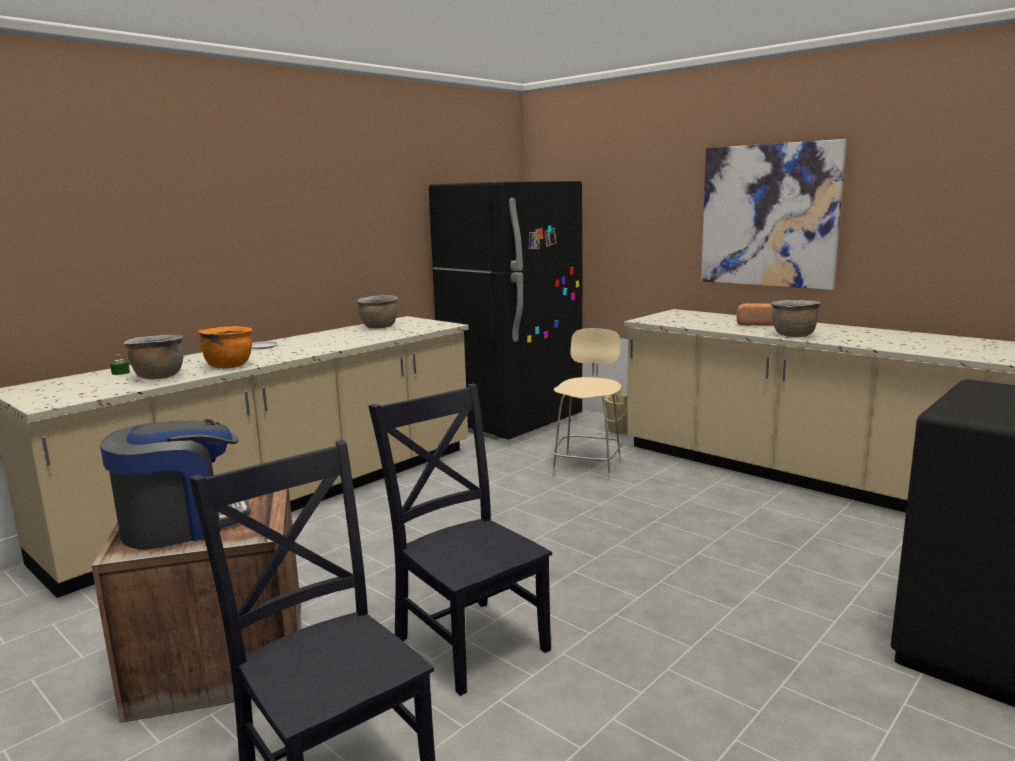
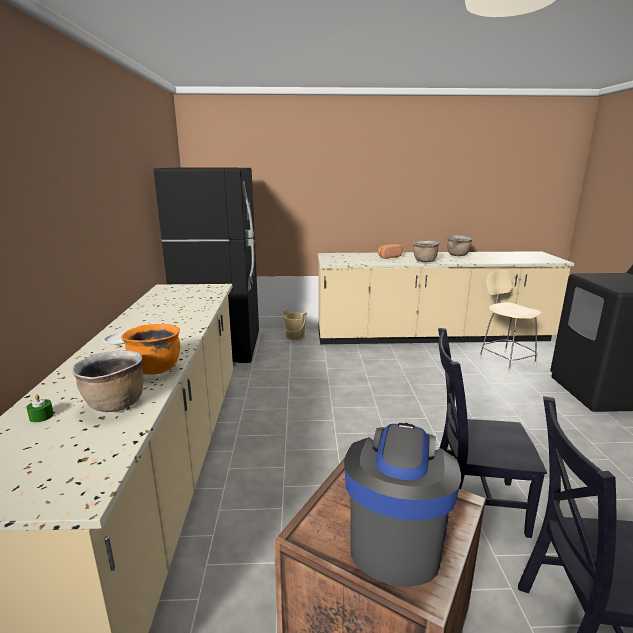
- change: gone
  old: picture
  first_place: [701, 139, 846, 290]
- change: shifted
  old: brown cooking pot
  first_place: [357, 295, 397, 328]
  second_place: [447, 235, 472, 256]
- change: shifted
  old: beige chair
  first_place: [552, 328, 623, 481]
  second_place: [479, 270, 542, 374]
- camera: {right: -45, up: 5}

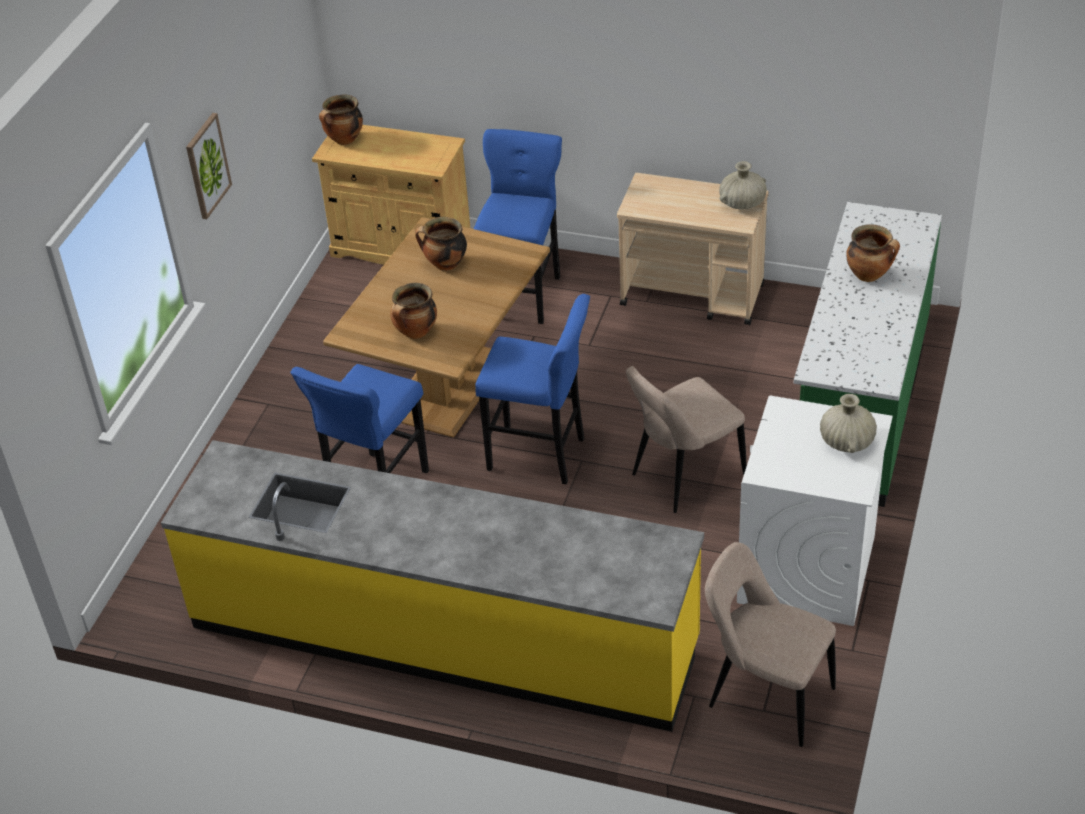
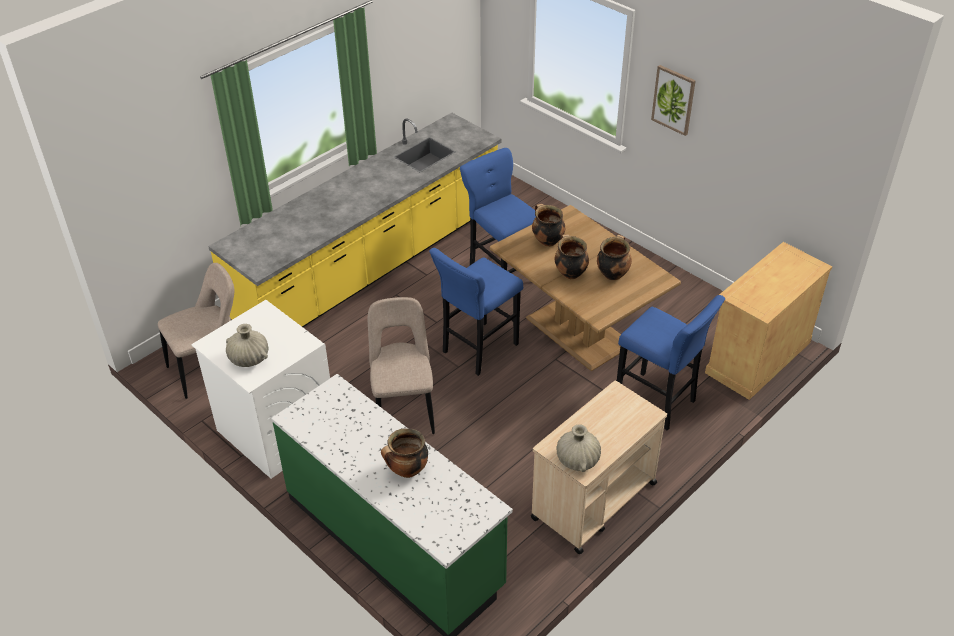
- change: shifted
  old: cooking pot
  first_place: [319, 94, 363, 145]
  second_place: [555, 234, 589, 279]
- camera: {right: 115, up: 0}

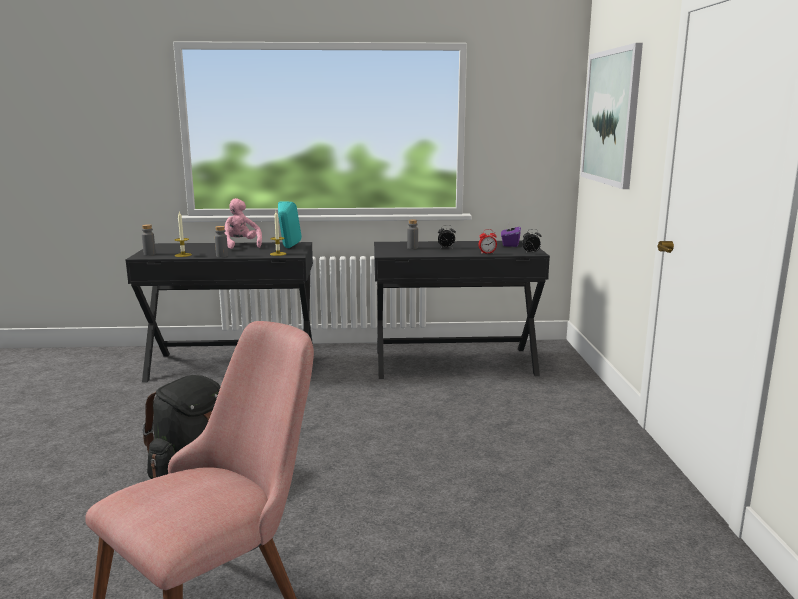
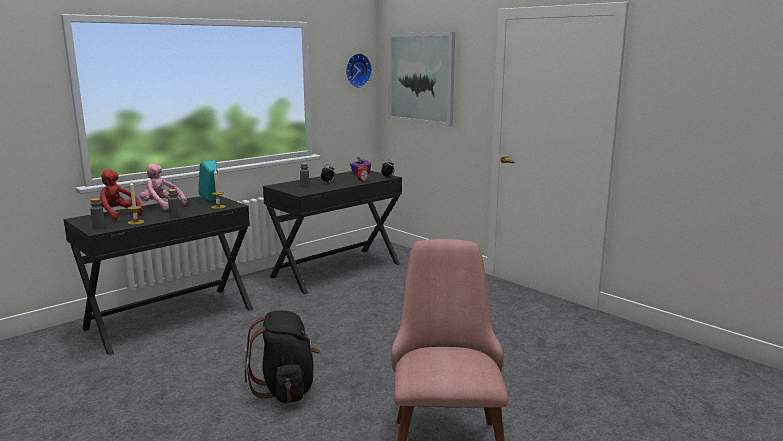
- change: new
  new: red plush toy
  second_place: [100, 169, 143, 220]
- change: new
  new: wall clock
  second_place: [346, 53, 372, 87]
- camera: {right: -40, up: 0}

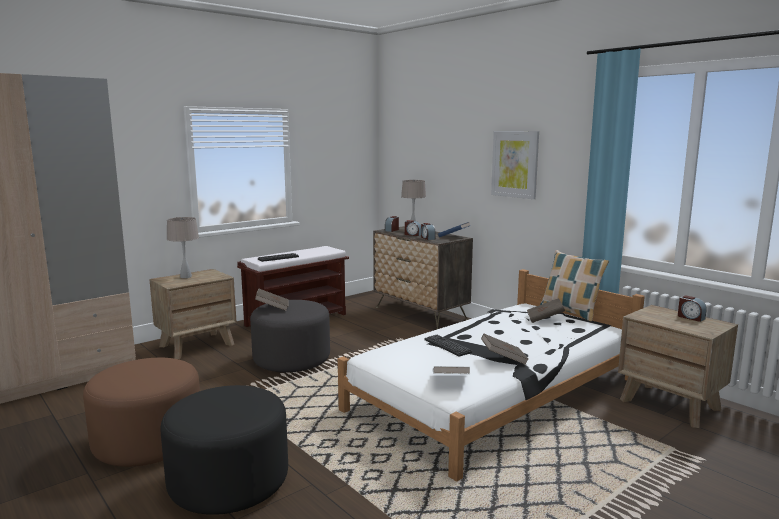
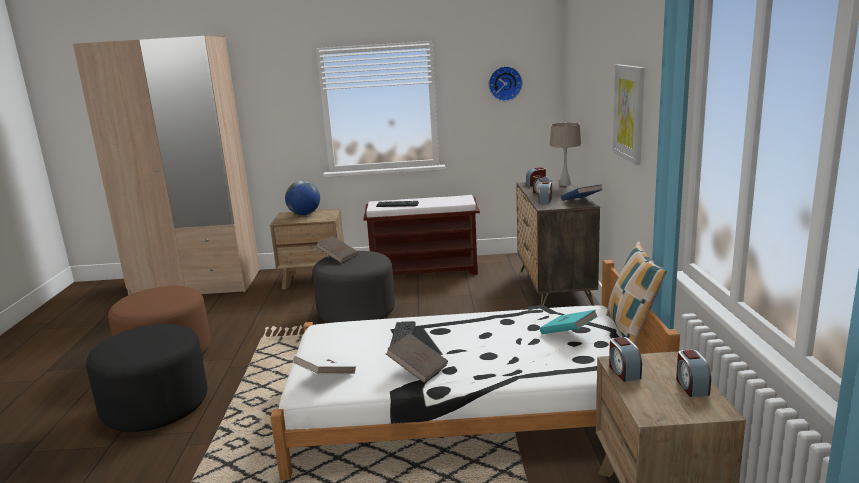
- change: new
  new: wall clock
  second_place: [489, 66, 523, 101]
- change: new
  new: alarm clock
  second_place: [609, 337, 642, 382]
- change: swapped
  old: beige table lamp
  new: globe
  first_place: [167, 217, 199, 278]
  second_place: [285, 181, 320, 215]
- change: repainted
  old: brown book
  new: turquoise book
  first_place: [527, 298, 565, 323]
  second_place: [540, 310, 598, 334]
- camera: {right: 40, up: 5}

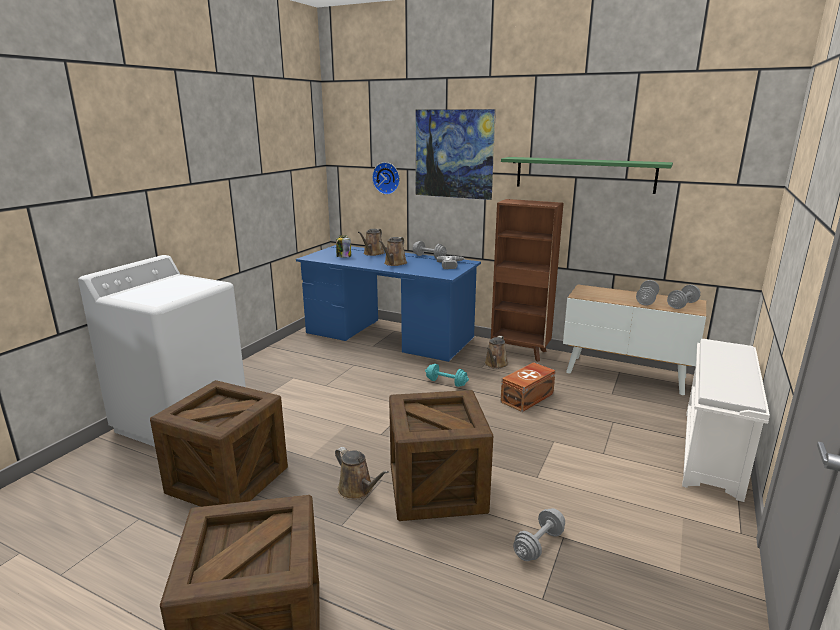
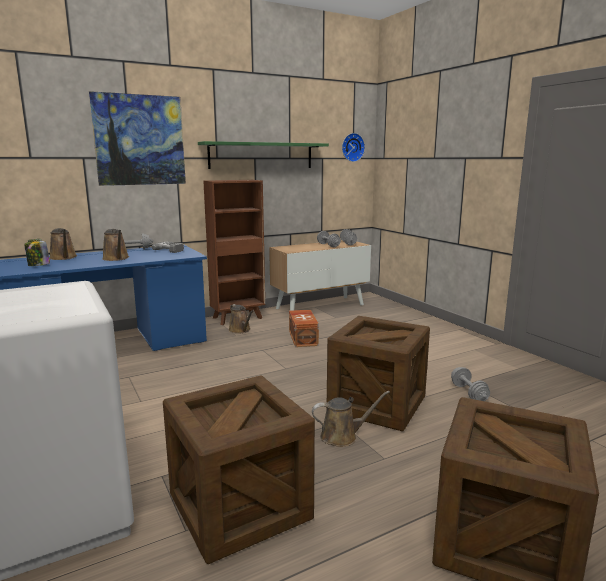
- change: gone
  old: turquoise dumbbell
  first_place: [425, 364, 469, 387]
- change: gone
  old: white shoe rack
  first_place: [682, 339, 770, 502]
- change: shifted
  old: wall clock
  first_place: [372, 162, 400, 195]
  second_place: [342, 133, 365, 162]
- camera: {right: -55, up: -5}

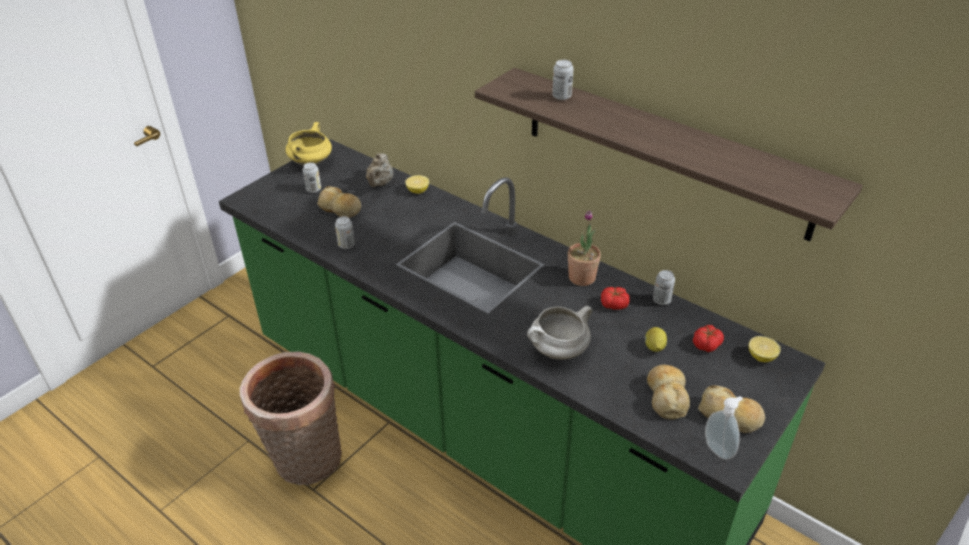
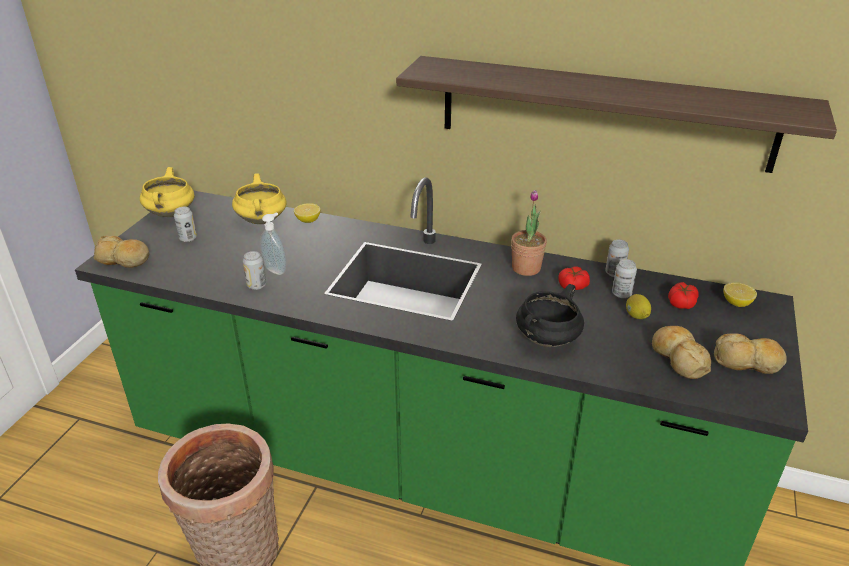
- change: shifted
  old: bread
  first_place: [317, 186, 361, 218]
  second_place: [93, 236, 149, 268]
- change: shifted
  old: can
  first_place: [552, 60, 574, 100]
  second_place: [612, 259, 637, 298]
- change: shifted
  old: soap dispenser
  first_place: [705, 396, 743, 460]
  second_place: [260, 213, 287, 275]
- change: swapped
  old: beige teapot
  new: yellow cooking pot
  first_place: [366, 153, 393, 187]
  second_place: [232, 173, 287, 224]
- change: repainted
  old: white cooking pot
  new: black cooking pot
  first_place: [527, 306, 592, 359]
  second_place: [516, 284, 584, 347]
- camera: {right: -20, up: -5}

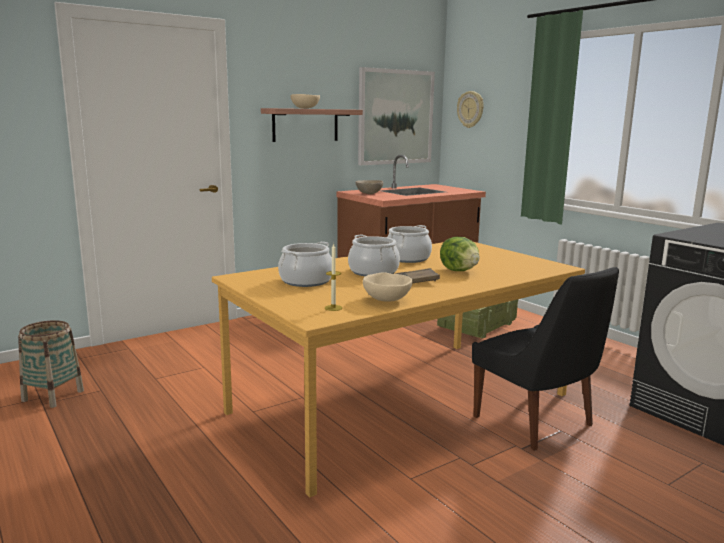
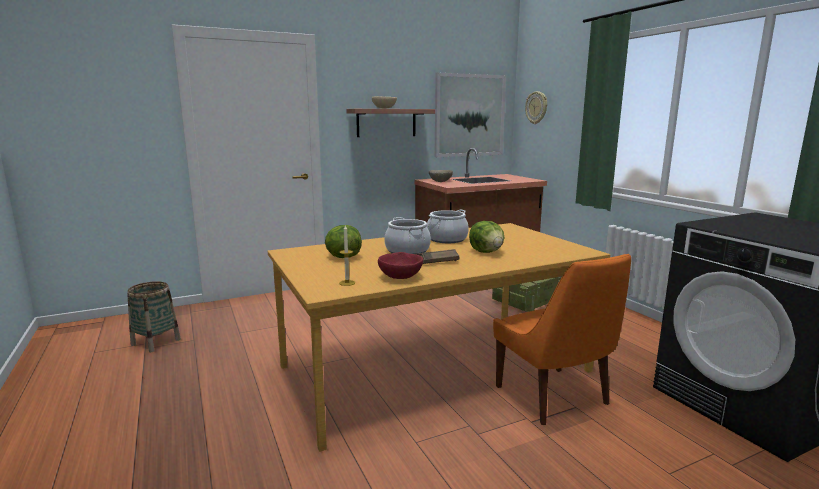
- change: swapped
  old: cooking pot
  new: lettuce
  first_place: [278, 242, 332, 287]
  second_place: [325, 225, 362, 258]
- change: repainted
  old: beige bowl
  new: red bowl
  first_place: [363, 272, 413, 302]
  second_place: [378, 252, 423, 279]
- change: repainted
  old: black chair
  new: orange chair
  first_place: [472, 267, 619, 451]
  second_place: [493, 254, 631, 425]
- camera: {right: 10, up: 0}

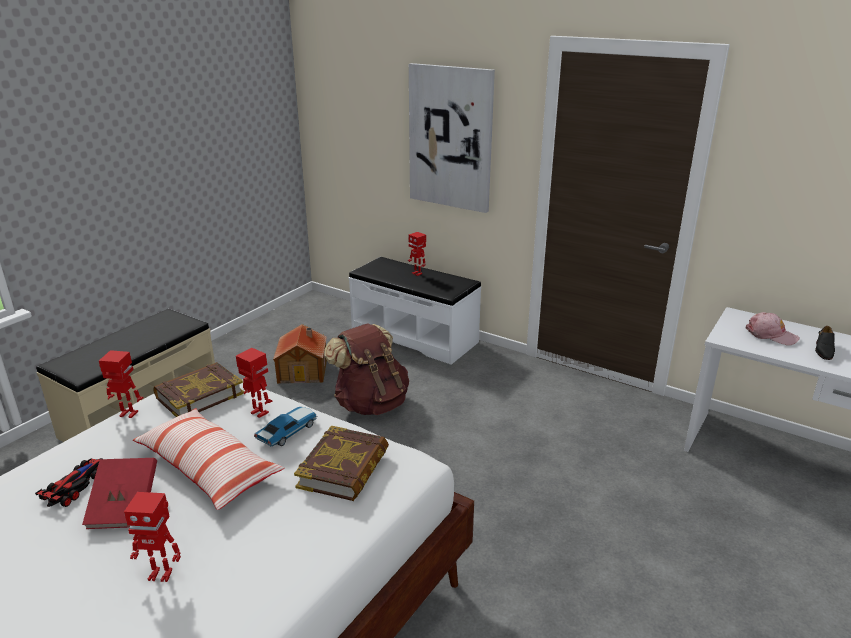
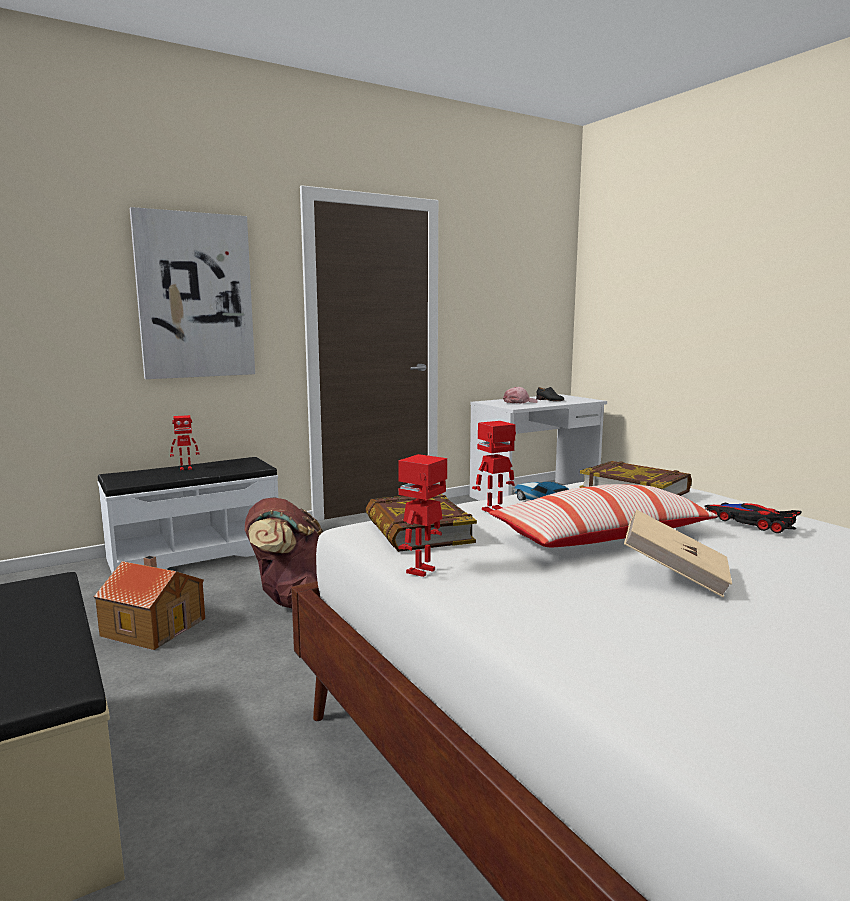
- change: gone
  old: toy robot
  first_place: [124, 492, 181, 582]
- change: shifted
  old: toy car
  first_place: [35, 458, 103, 507]
  second_place: [704, 503, 802, 533]
- change: repainted
  old: red book
  new: beige book
  first_place: [82, 458, 157, 529]
  second_place: [624, 510, 732, 597]
- camera: {right: -65, up: -15}

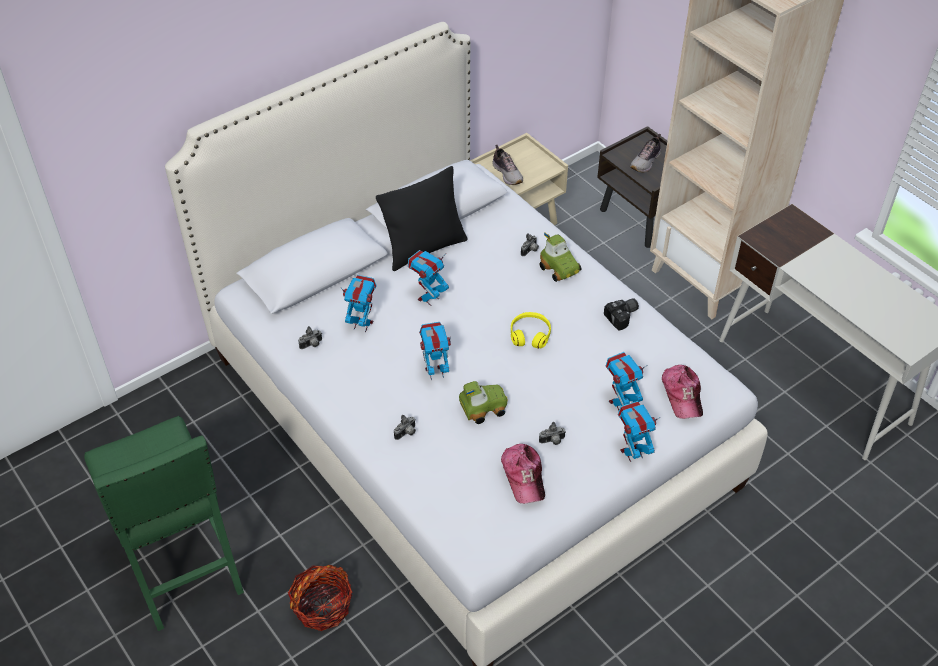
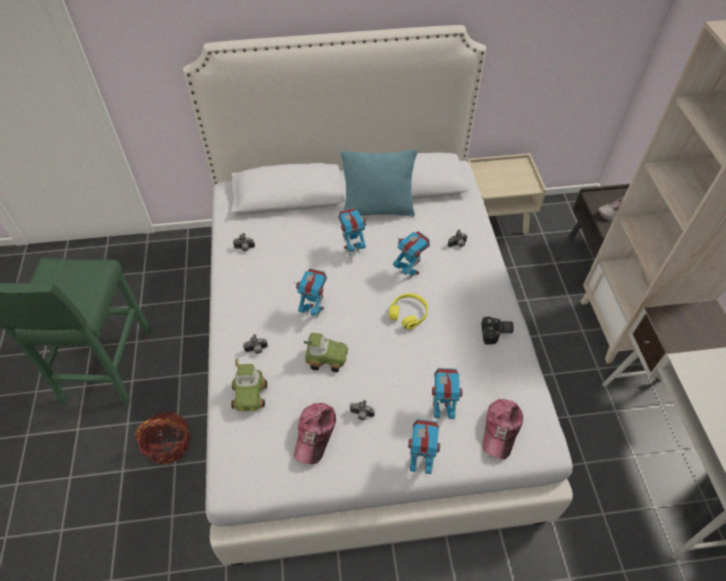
- change: gone
  old: shoe
  first_place: [492, 145, 523, 185]
- change: shifted
  old: toy robot
  first_place: [340, 275, 377, 332]
  second_place: [393, 231, 430, 279]
- change: shifted
  old: toy car
  first_place: [540, 232, 581, 282]
  second_place: [231, 358, 267, 411]
- change: repainted
  old: black pillow
  new: turquoise pillow
  first_place: [376, 166, 468, 271]
  second_place: [341, 149, 417, 217]
- camera: {right: 30, up: 5}

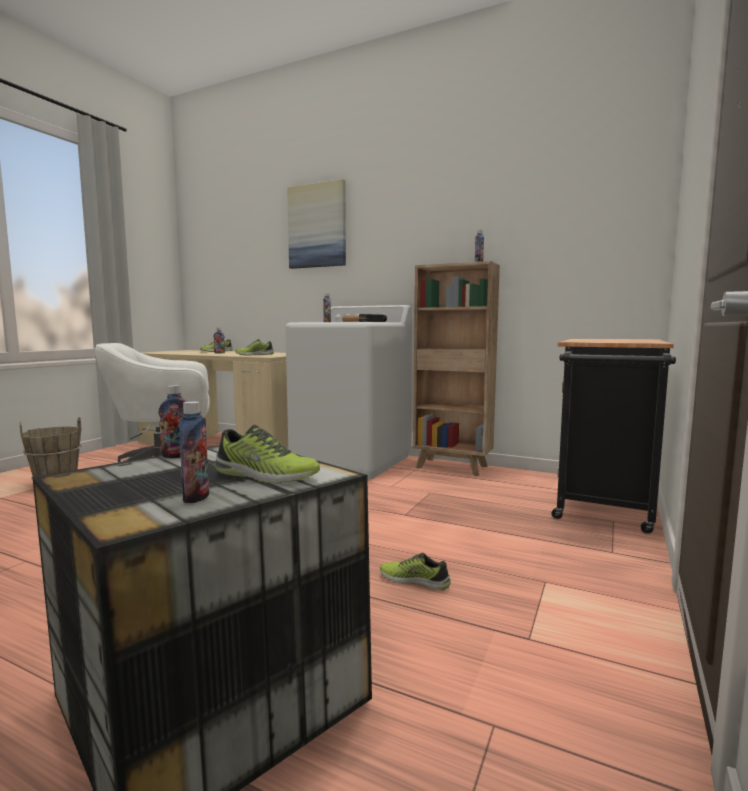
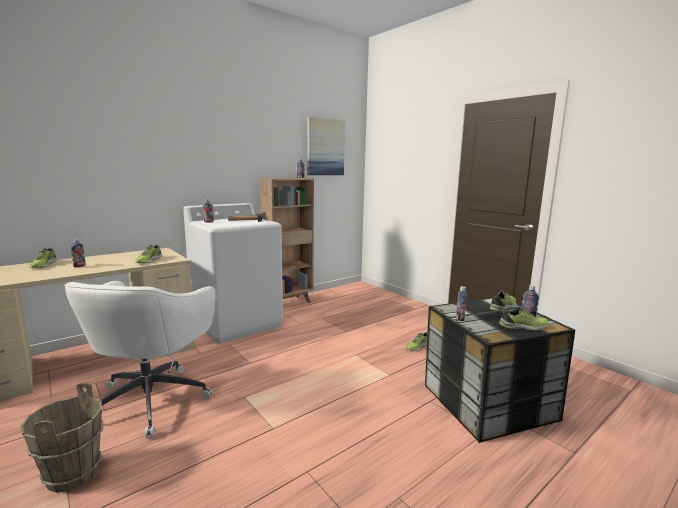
- change: gone
  old: black cart
  first_place: [551, 339, 676, 534]
- change: new
  new: shoe
  second_place: [499, 307, 548, 330]
- change: shifted
  old: picture
  first_place: [287, 179, 346, 269]
  second_place: [307, 117, 345, 175]
- camera: {right: -65, up: 5}

